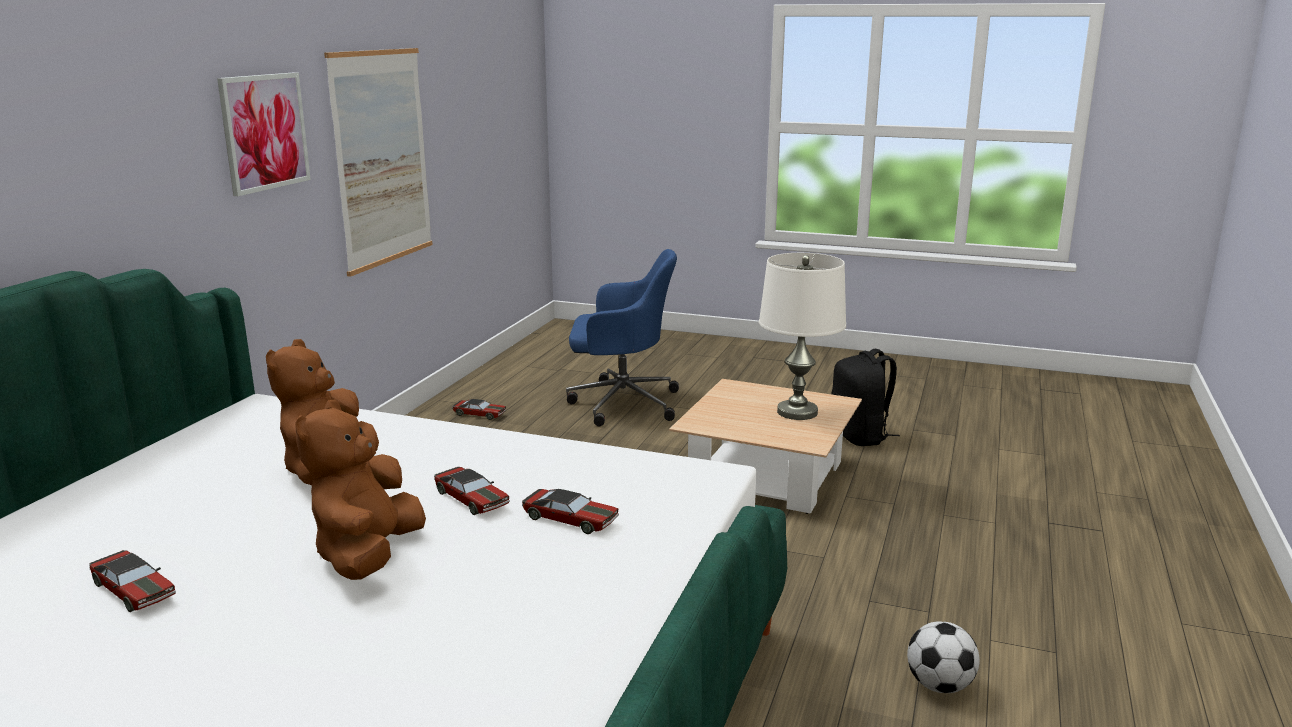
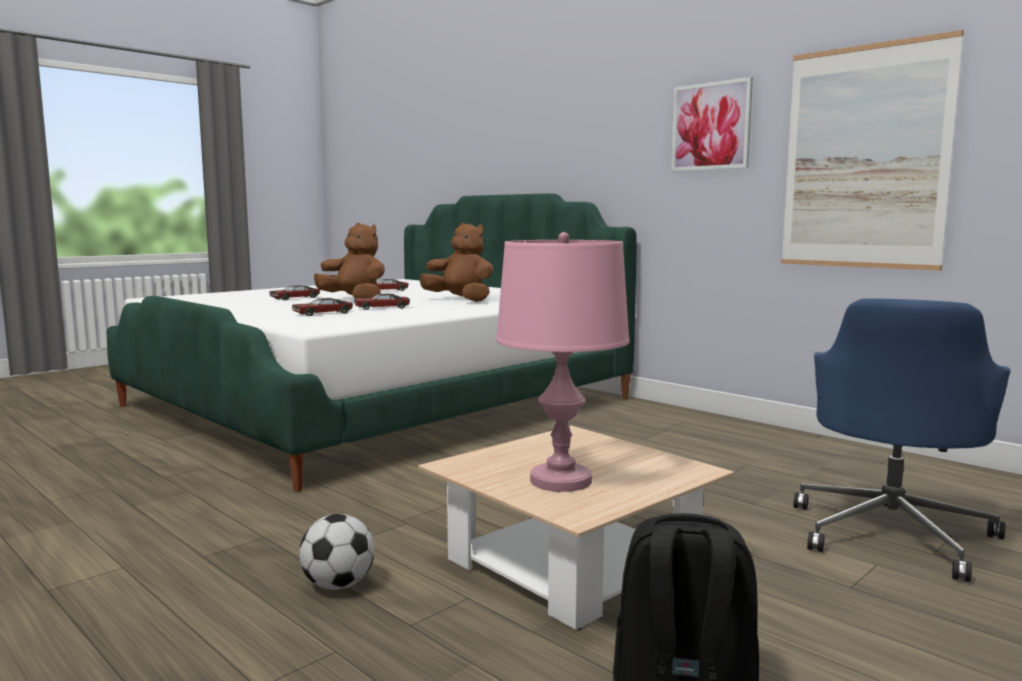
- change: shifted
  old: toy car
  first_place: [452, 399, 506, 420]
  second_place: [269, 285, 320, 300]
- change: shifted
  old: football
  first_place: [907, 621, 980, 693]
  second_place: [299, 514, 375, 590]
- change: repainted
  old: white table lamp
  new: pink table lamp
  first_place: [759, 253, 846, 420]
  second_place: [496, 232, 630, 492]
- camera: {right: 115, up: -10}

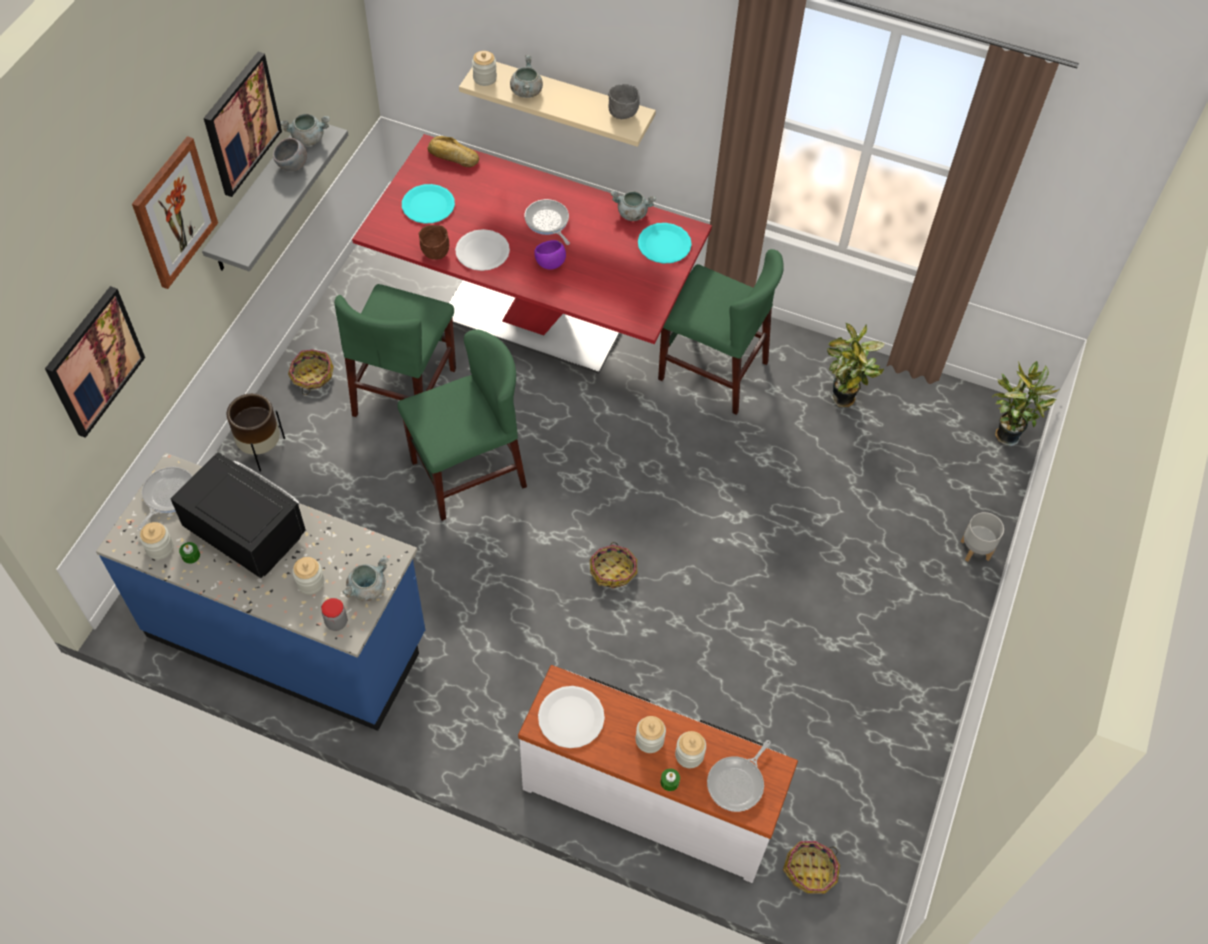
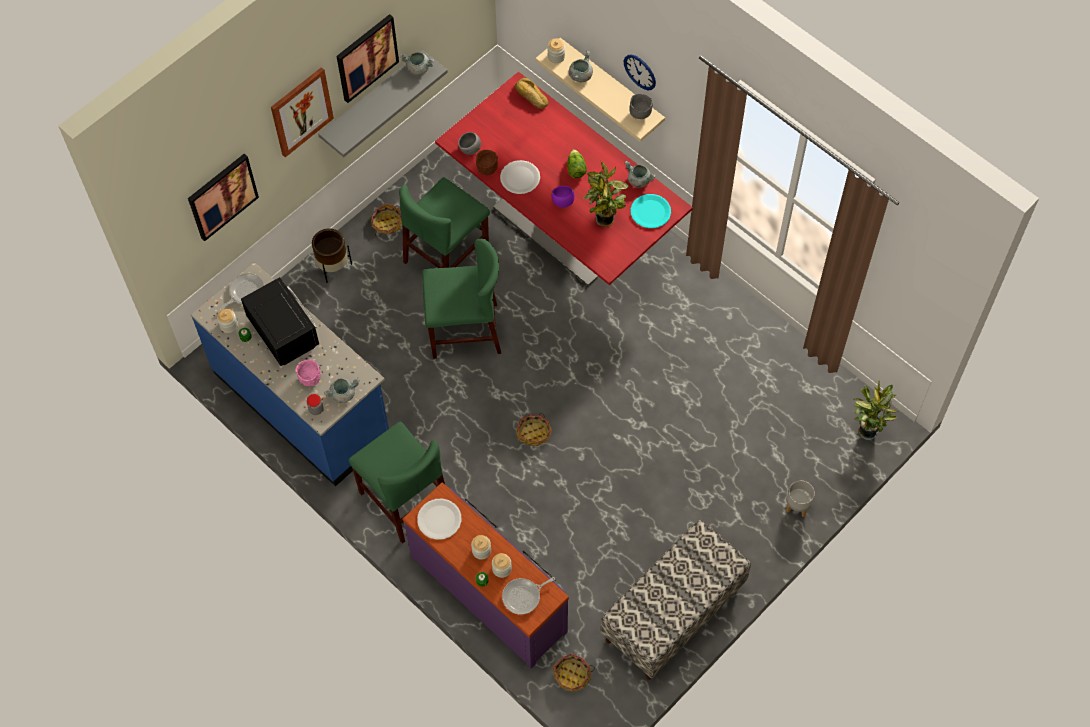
- change: gone
  old: turquoise plate
  first_place: [402, 184, 455, 224]
- change: new
  new: bench
  second_place: [601, 520, 751, 680]
- change: new
  new: wall clock
  second_place: [624, 55, 656, 90]
- change: shifted
  old: grey bowl
  first_place: [273, 138, 307, 171]
  second_place: [458, 132, 481, 155]
- change: shifted
  old: green chair
  first_place: [658, 249, 784, 415]
  second_place: [349, 422, 445, 544]
- change: shifted
  old: potted plant
  first_place: [827, 322, 885, 407]
  second_place: [583, 161, 629, 227]
- change: swapped
  old: jar
  new: pink bowl
  first_place: [292, 557, 325, 595]
  second_place: [296, 359, 321, 386]
- change: swapped
  old: frying pan
  new: lettuce
  first_place: [524, 199, 570, 245]
  second_place: [567, 149, 587, 178]
- change: repainted
  old: white dresser
  new: purple dresser
  first_place: [518, 665, 798, 883]
  second_place: [403, 482, 569, 669]
- camera: {right: 25, up: 5}

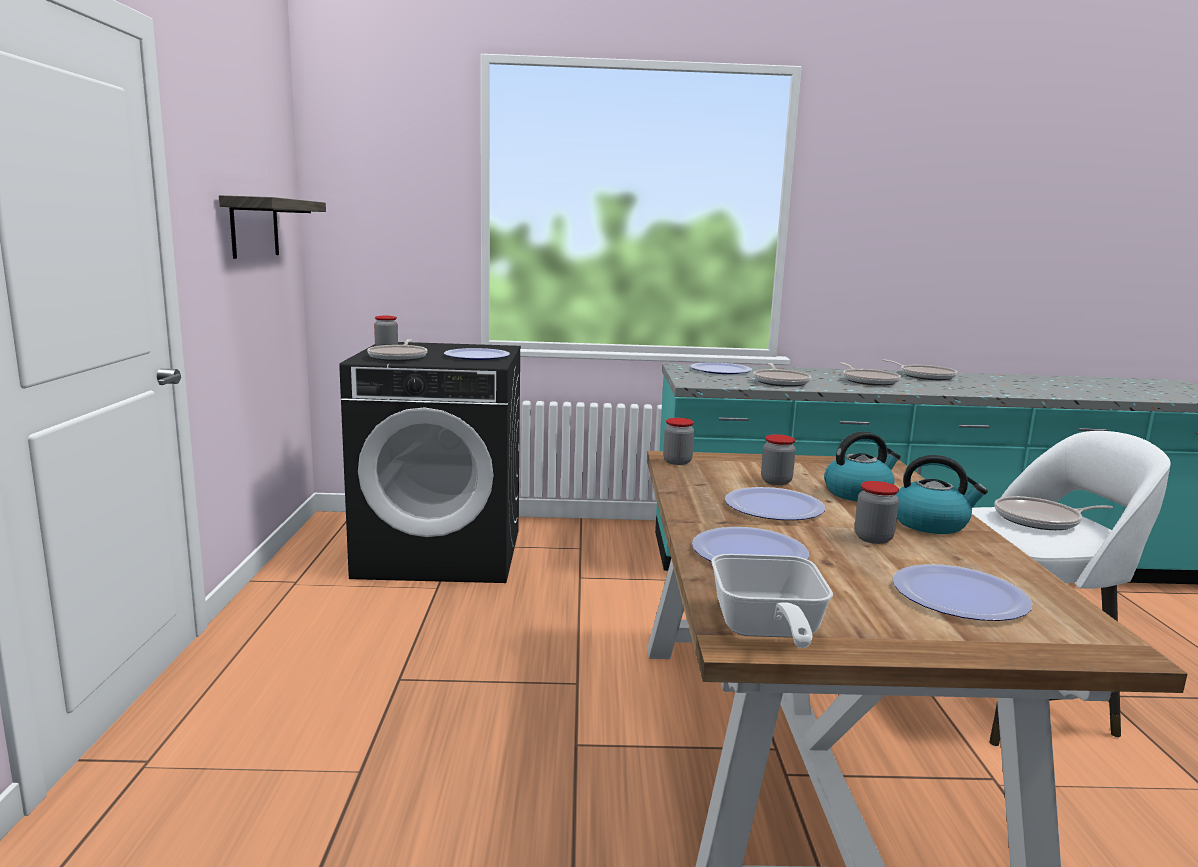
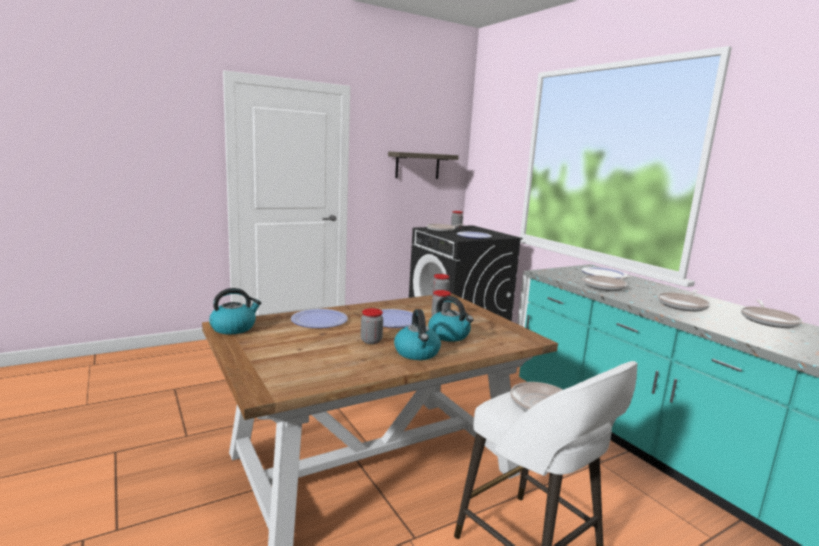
- change: gone
  old: plate
  first_place: [893, 564, 1032, 621]
- change: swapped
  old: frying pan
  new: kettle
  first_place: [711, 554, 833, 648]
  second_place: [209, 288, 262, 334]
- camera: {right: 60, up: 0}

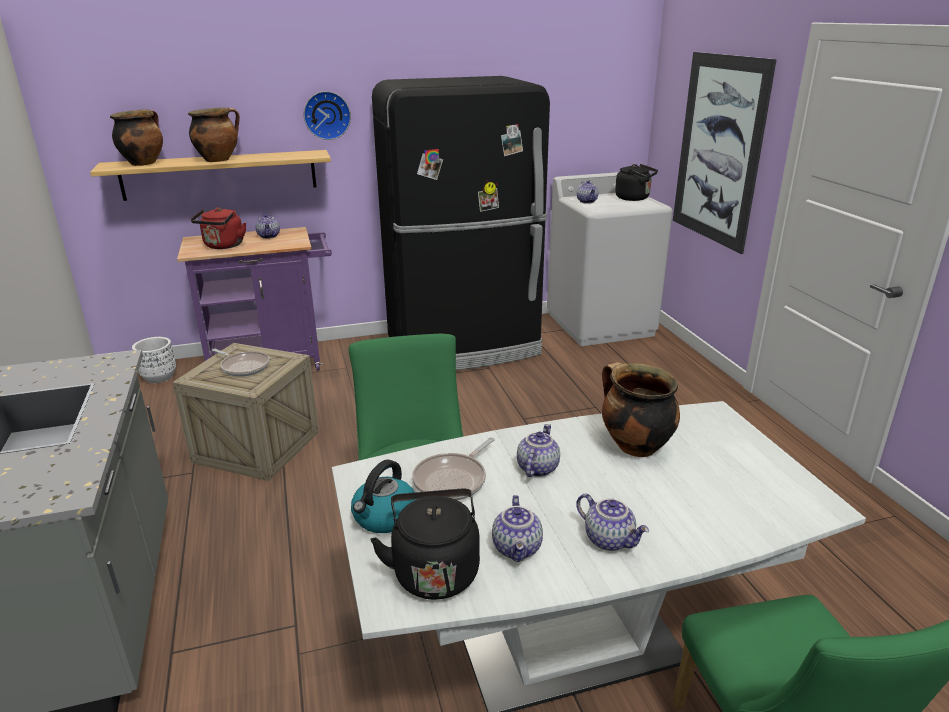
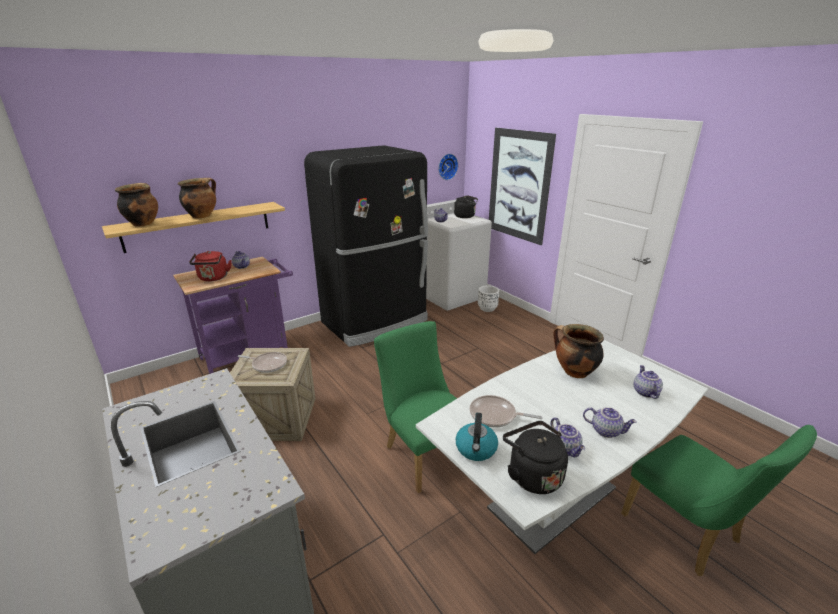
- change: shifted
  old: white planter
  first_place: [132, 337, 176, 383]
  second_place: [478, 286, 499, 312]
- change: shifted
  old: wall clock
  first_place: [304, 91, 351, 140]
  second_place: [438, 154, 458, 180]
- change: shifted
  old: teapot
  first_place: [517, 424, 560, 477]
  second_place: [634, 365, 663, 399]
- change: rotated
  old: frying pan
  first_place: [412, 437, 495, 500]
  second_place: [470, 395, 543, 427]
  degrees: 90
- camera: {right: -20, up: 0}

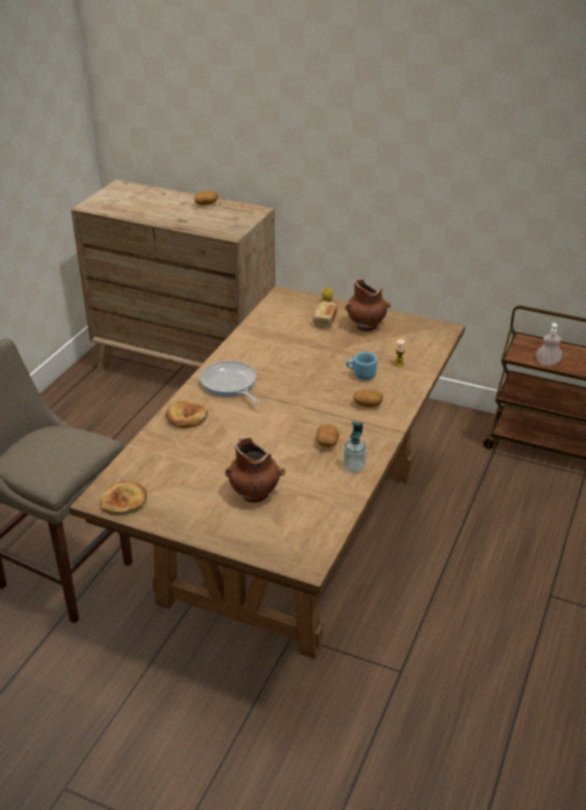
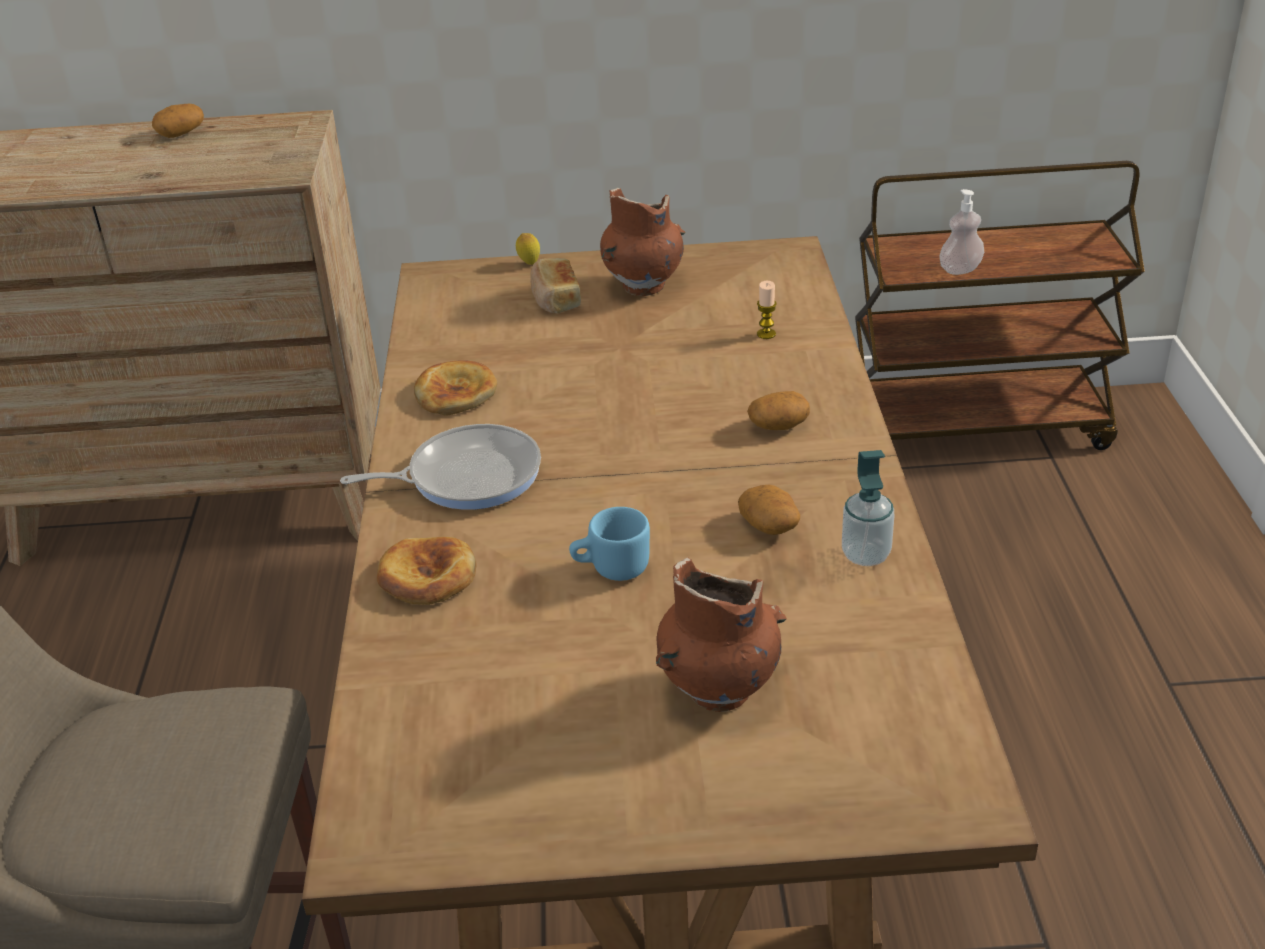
- change: shifted
  old: bread
  first_place: [100, 481, 147, 515]
  second_place: [414, 360, 497, 416]
- change: shifted
  old: blue mug
  first_place: [346, 352, 377, 380]
  second_place: [569, 507, 650, 581]
- change: rotated
  old: frying pan
  first_place: [200, 361, 259, 403]
  second_place: [340, 424, 541, 510]
  degrees: 135
- camera: {right: -25, up: 0}

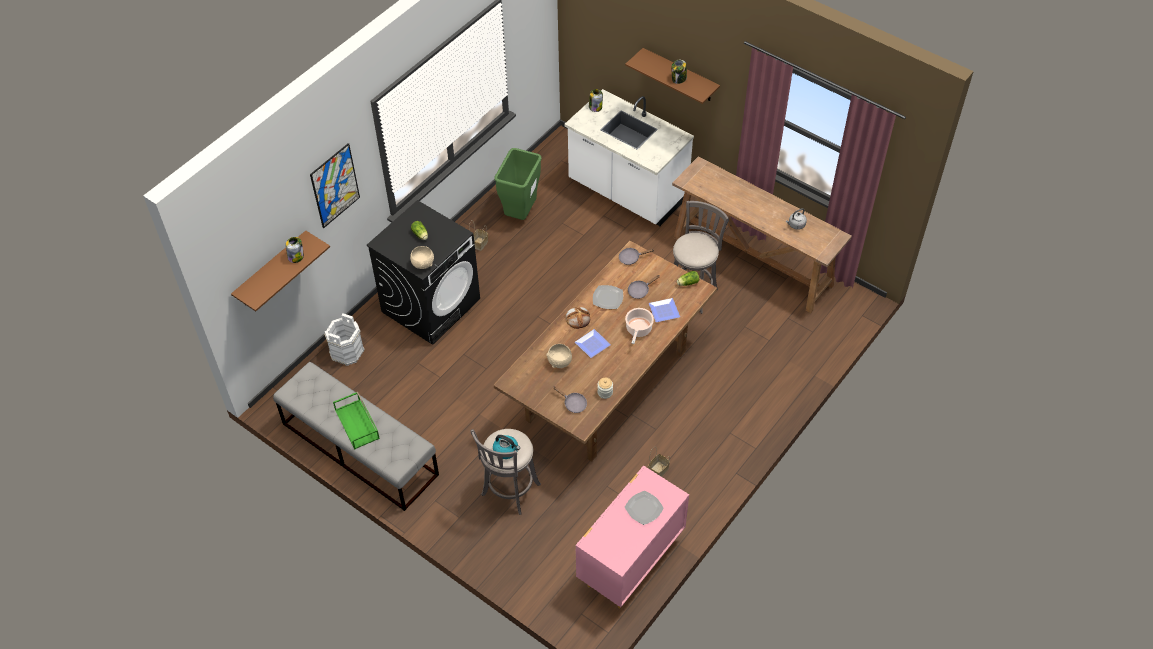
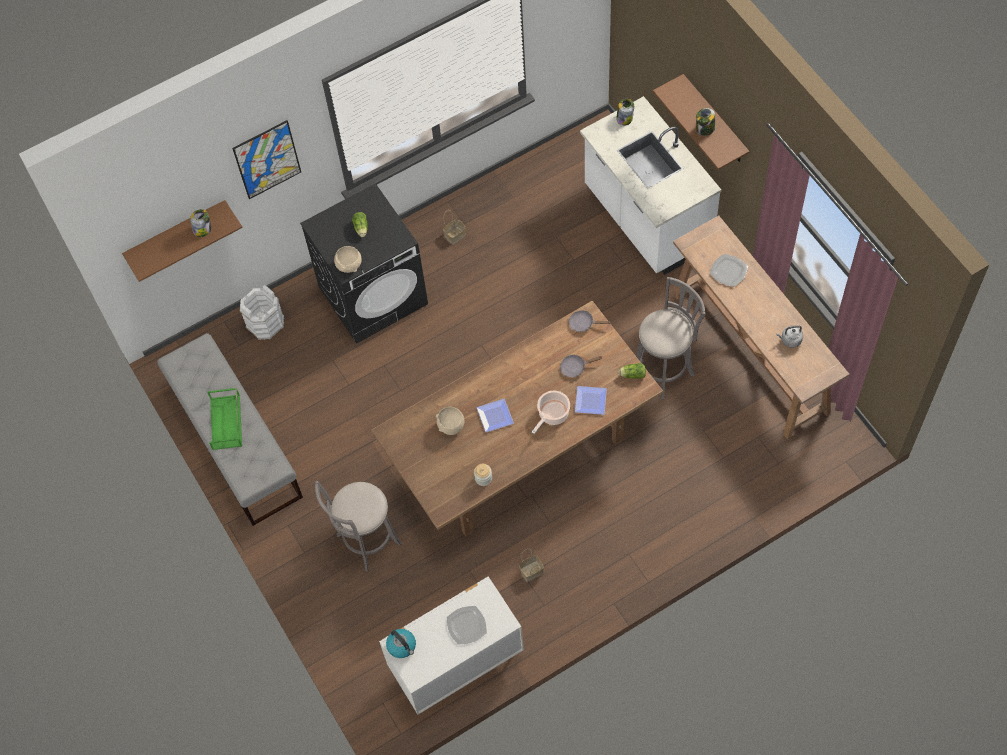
- change: gone
  old: green trash can
  first_place: [494, 148, 542, 220]
- change: gone
  old: grey frying pan
  first_place: [553, 386, 587, 413]
- change: gone
  old: bread
  first_place: [566, 307, 590, 329]
- change: shifted
  old: kettle
  first_place: [493, 435, 520, 459]
  second_place: [386, 629, 416, 658]
- change: shifted
  old: plate
  first_place: [593, 285, 623, 309]
  second_place: [710, 254, 748, 287]
- change: repainted
  old: pink dresser
  new: white dresser
  first_place: [576, 465, 689, 609]
  second_place: [379, 576, 524, 715]
- camera: {right: 25, up: 10}

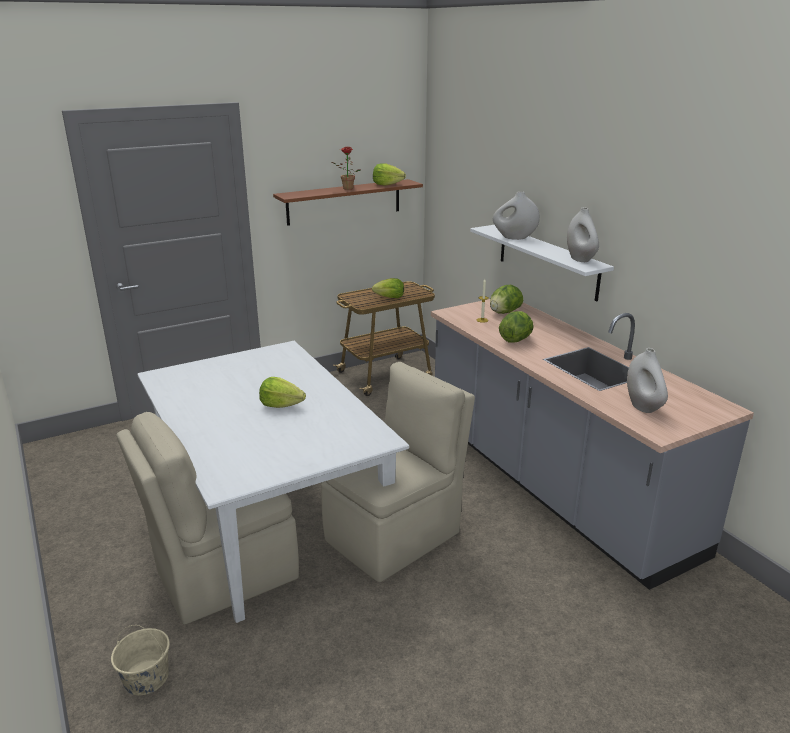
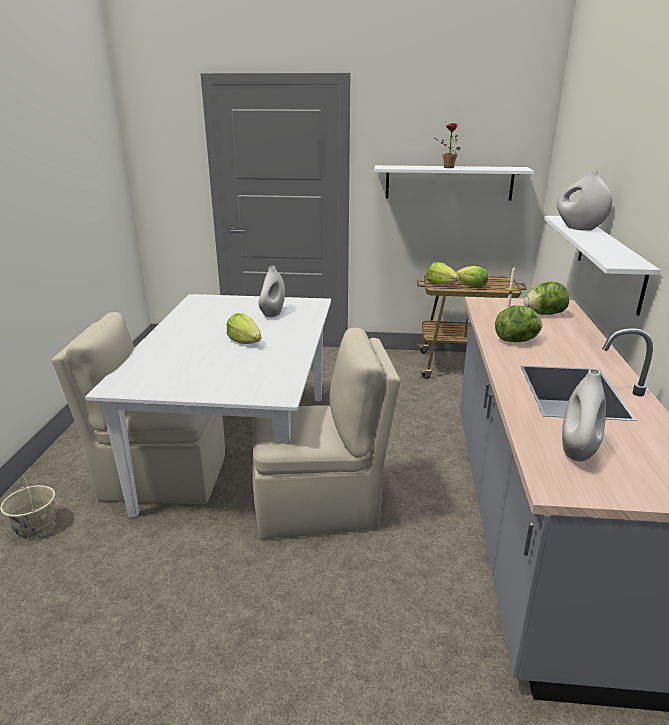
- change: shifted
  old: lettuce
  first_place: [373, 163, 406, 186]
  second_place: [426, 262, 459, 284]
- change: shifted
  old: white vase
  first_place: [567, 207, 599, 262]
  second_place: [258, 266, 285, 317]
- change: repainted
  old: brown shelf
  new: white shelf
  first_place: [273, 179, 423, 226]
  second_place: [374, 165, 534, 200]
- camera: {right: 35, up: 0}

